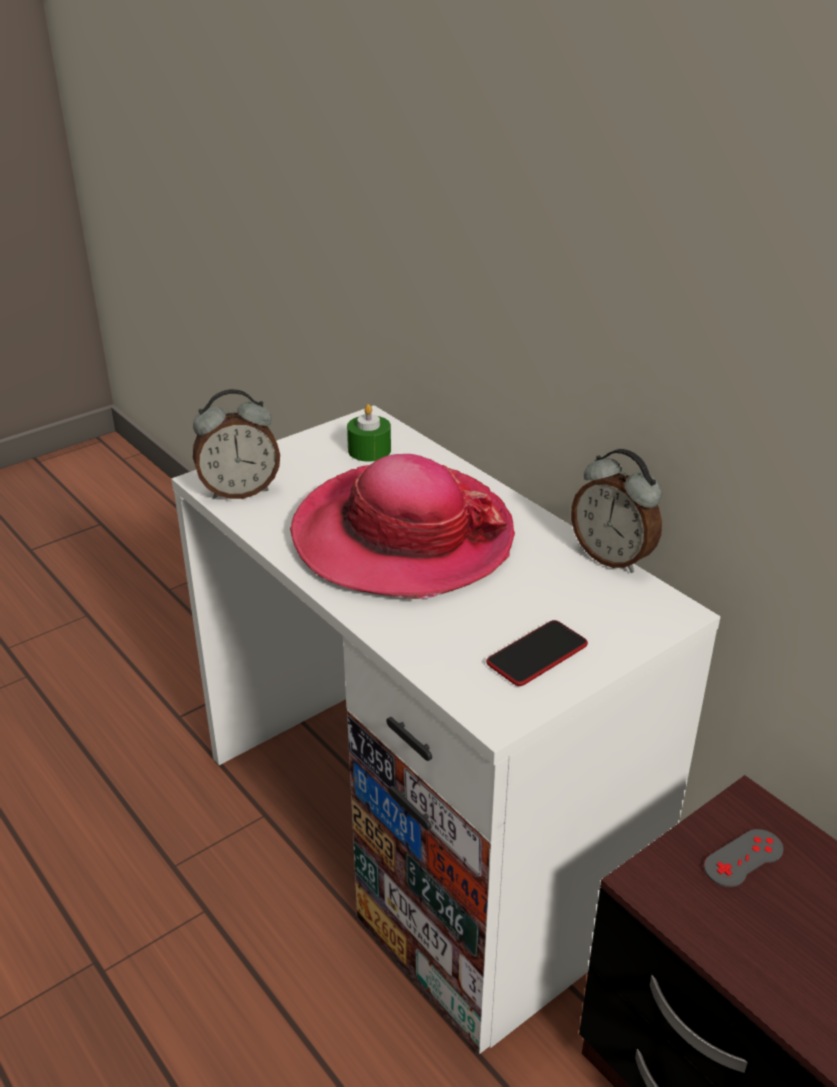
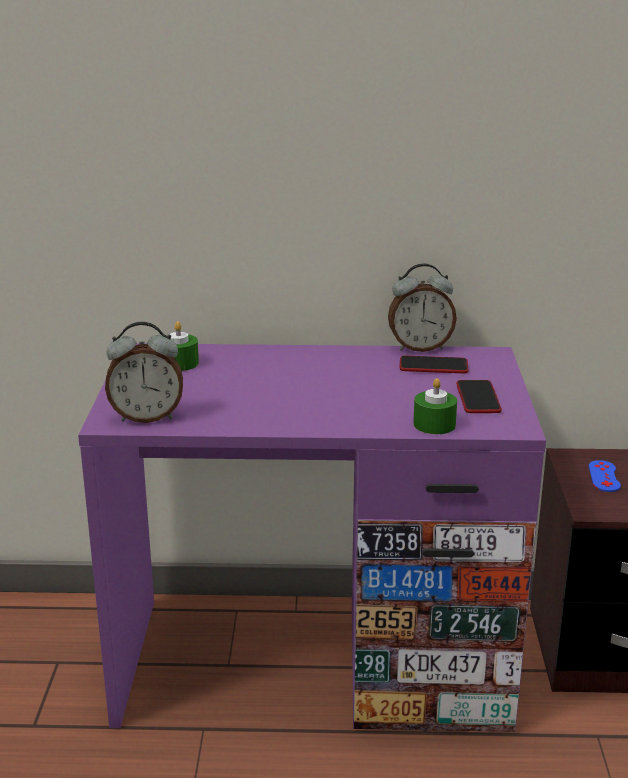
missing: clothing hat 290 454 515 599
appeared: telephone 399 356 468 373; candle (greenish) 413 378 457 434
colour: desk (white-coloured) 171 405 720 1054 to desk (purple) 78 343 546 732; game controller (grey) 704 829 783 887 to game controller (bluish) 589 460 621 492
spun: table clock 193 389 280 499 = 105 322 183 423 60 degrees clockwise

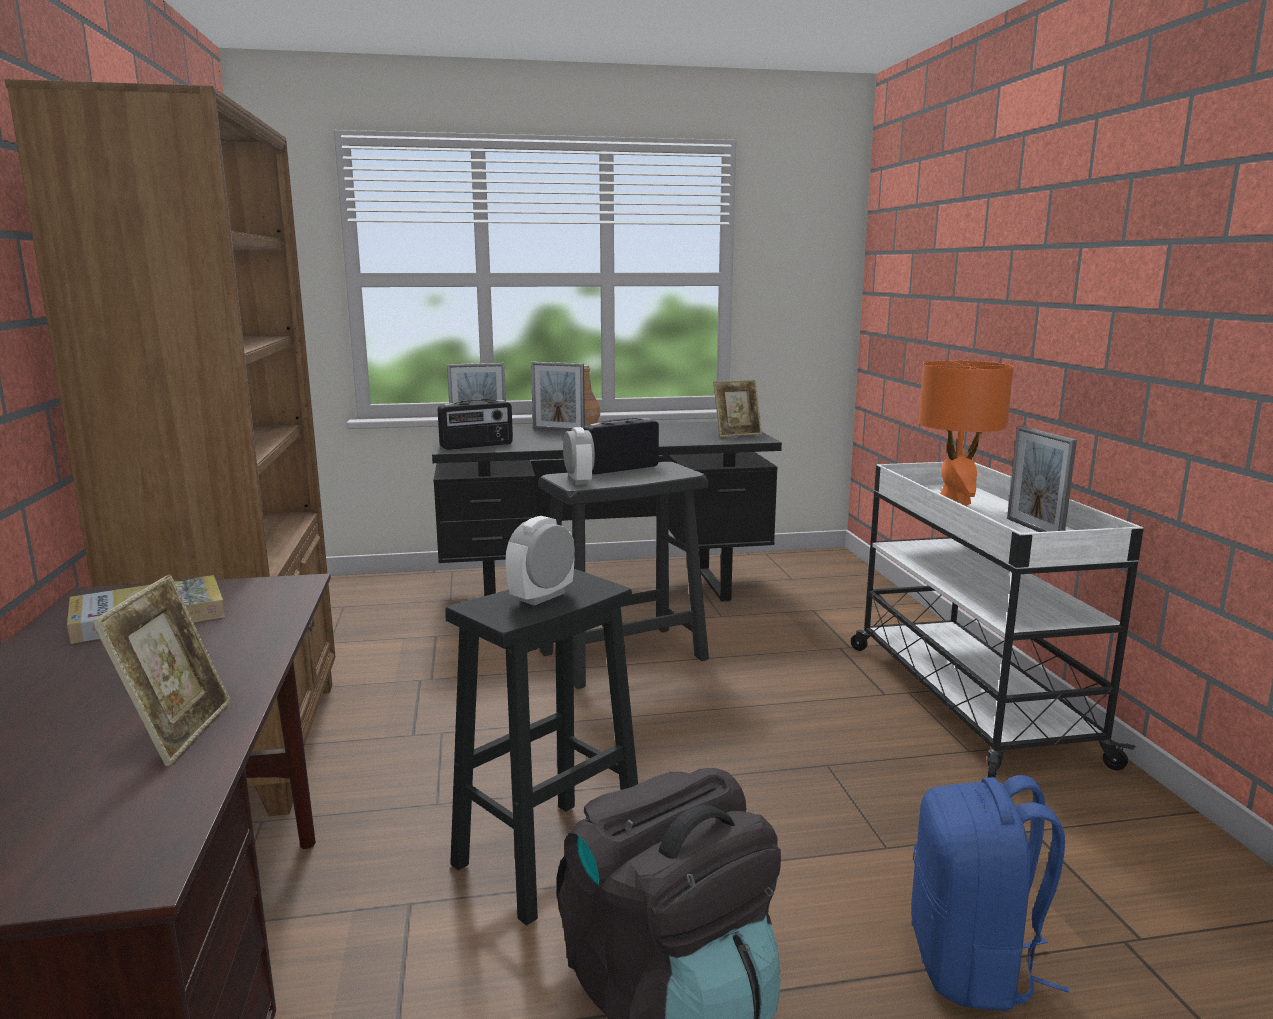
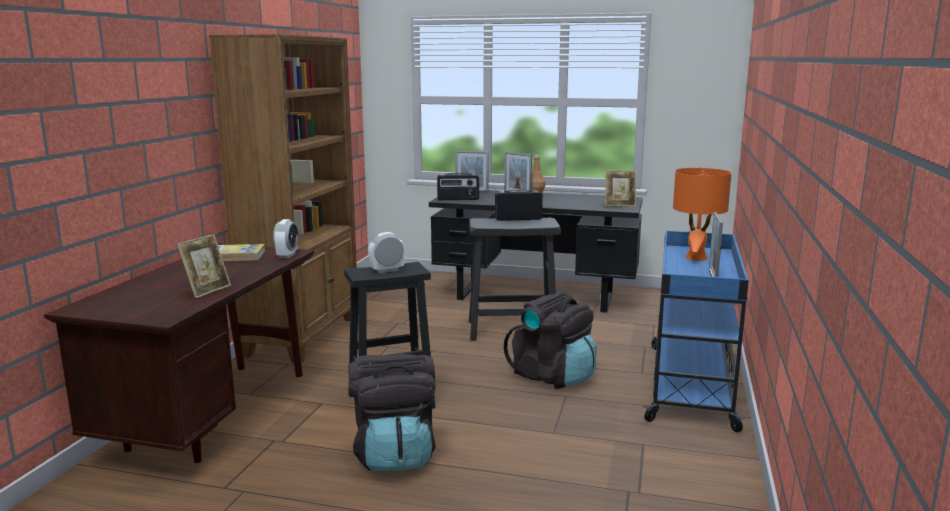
missing: rucksack (bluish) 911 775 1069 1011
appeared: rucksack (blackish) 504 292 597 389
relocated: table clock 563 427 595 485 to 273 219 299 259
colour: wheeled cart (white-coloured) 851 462 1144 778 to wheeled cart (bluish) 643 231 749 432

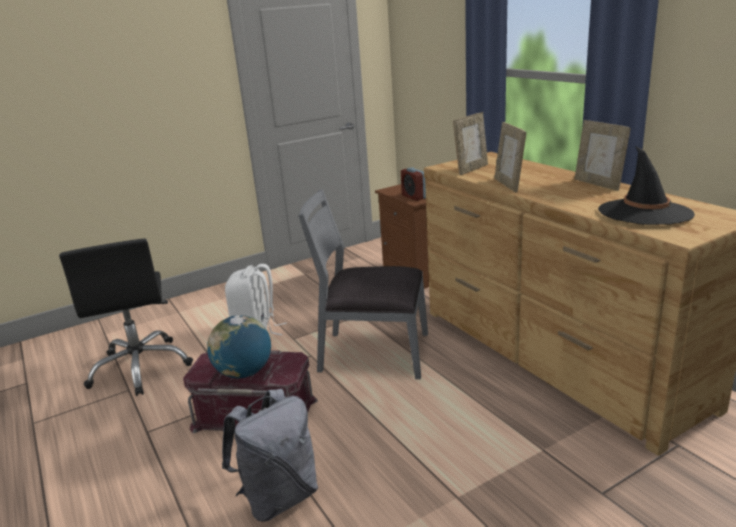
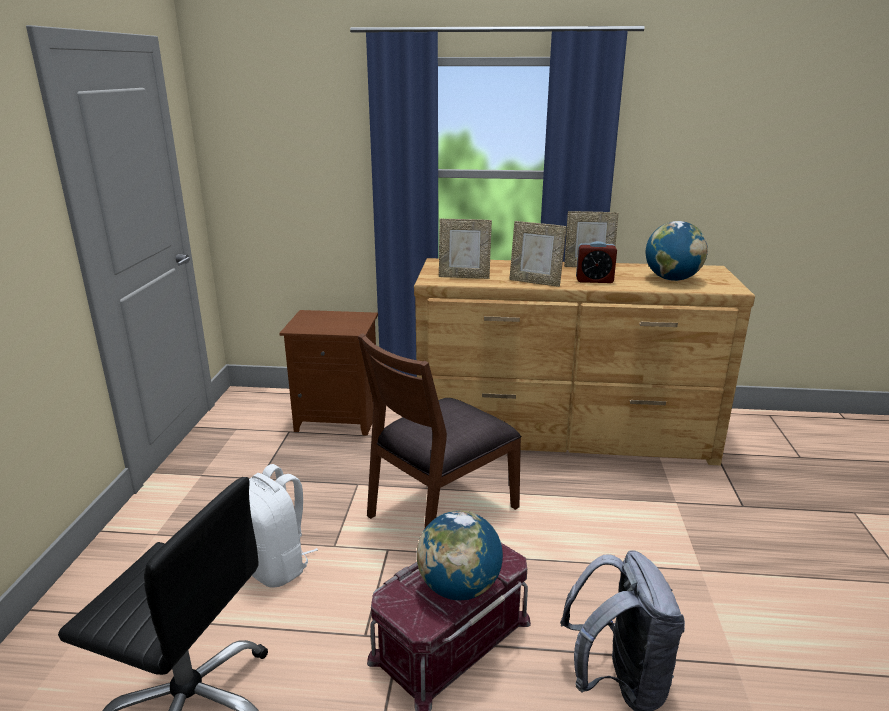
relocated: table clock 401 167 426 201 to 576 241 617 283
exchanged: clothing hat (blackish) 598 146 695 225 to globe 646 221 708 281
colour: upright chair (grey) 298 189 428 379 to upright chair (brown) 358 333 521 529
spun: picture frame 453 112 488 175 = 439 219 492 279 105 degrees clockwise

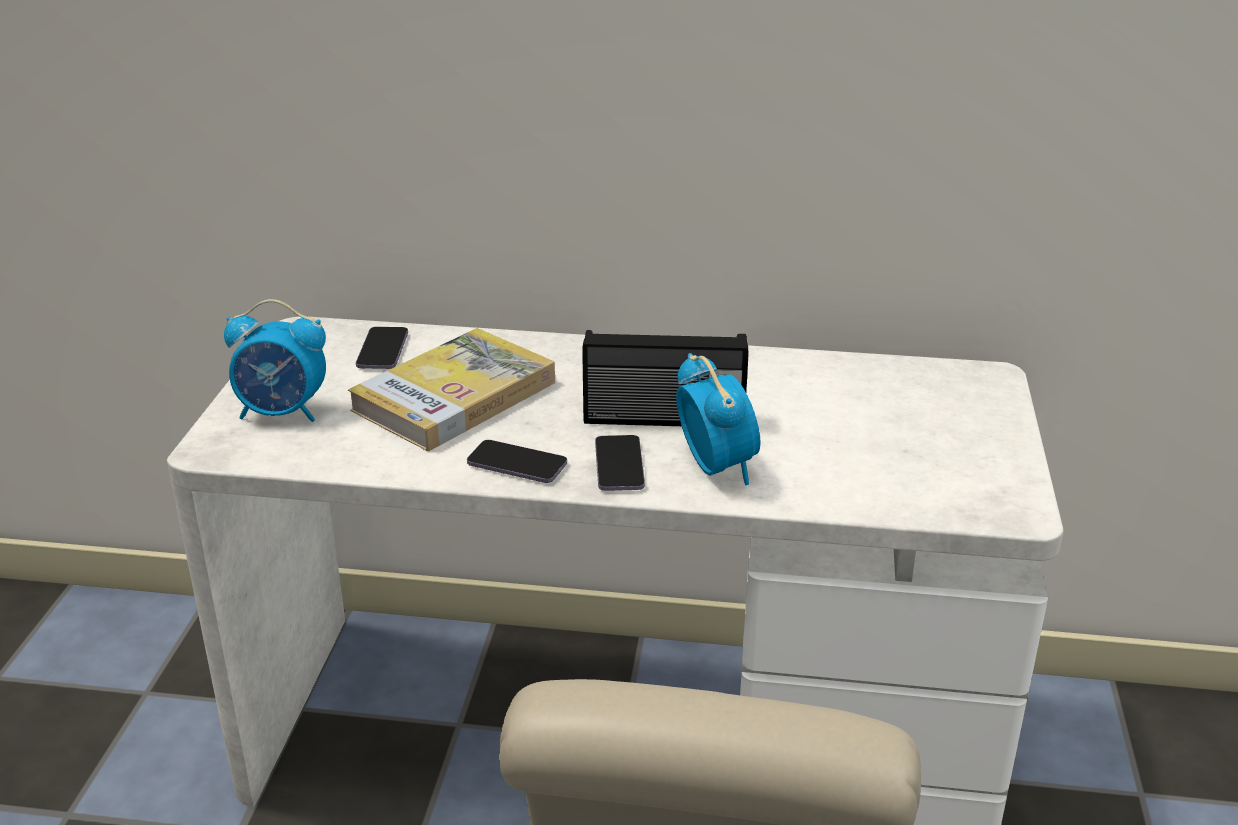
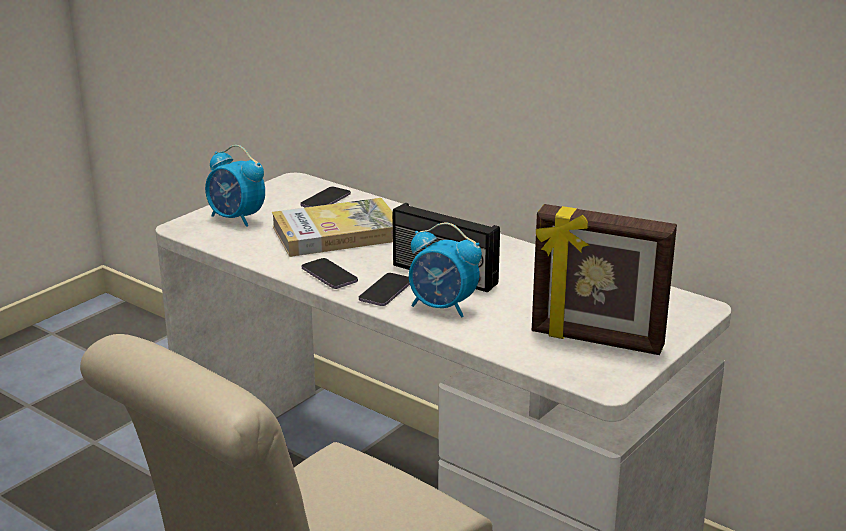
appeared: picture frame 532 204 677 355
spun: table clock 676 353 761 485 = 409 222 482 317 105 degrees clockwise

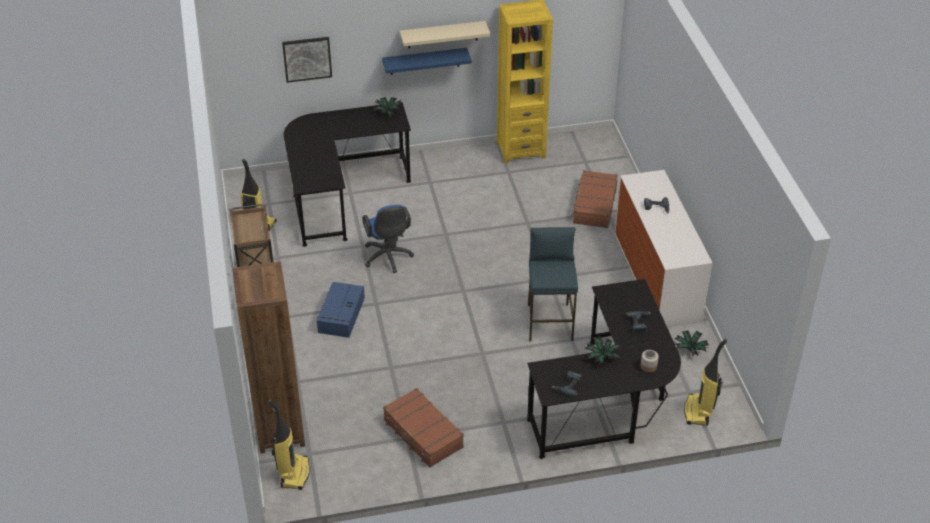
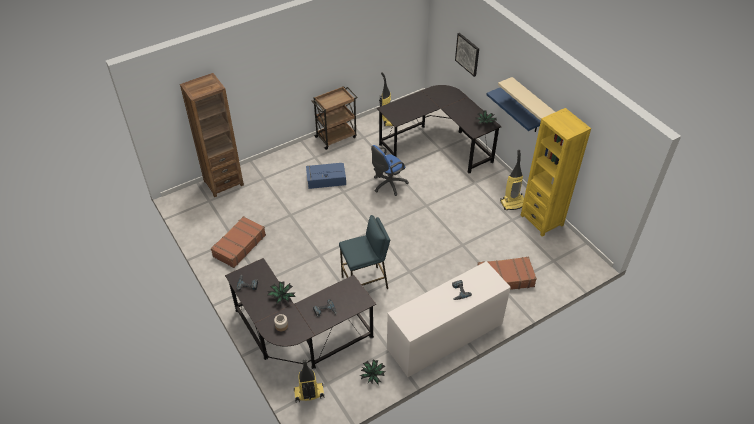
relocated: vacuum cleaner 268 399 310 490 to 500 150 524 210

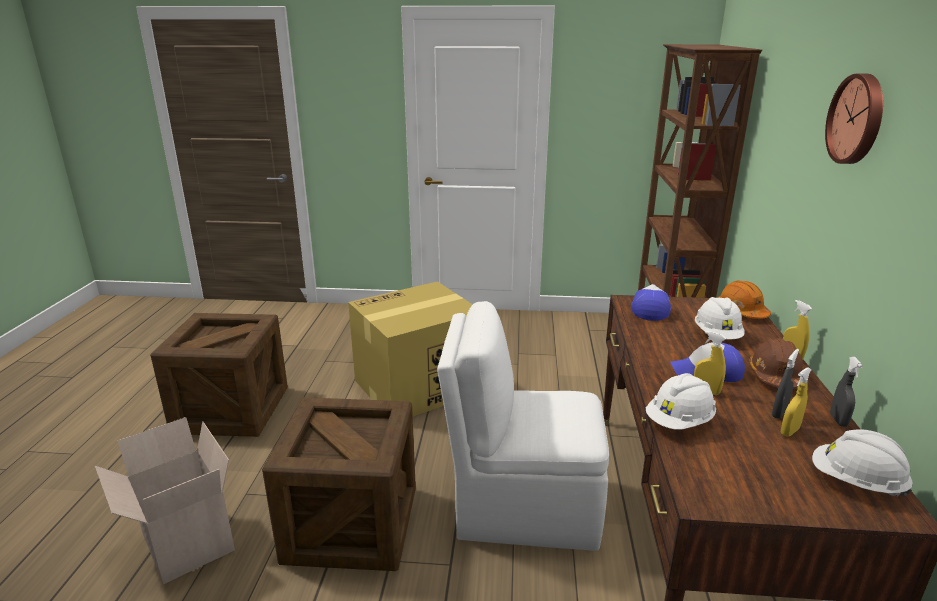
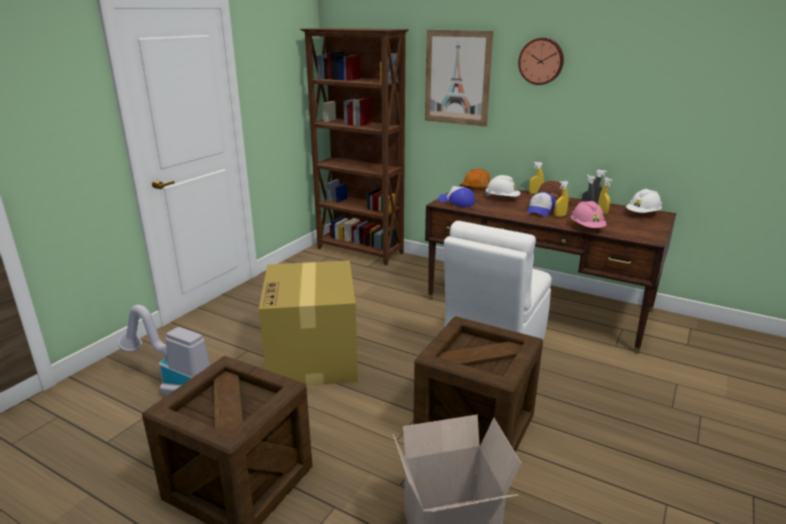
appeared: vacuum cleaner 118 305 210 396; wall picture 425 30 494 127
colour: hard hat (white-coloured) 646 373 716 430 to hard hat (pink-coloured) 571 201 607 228

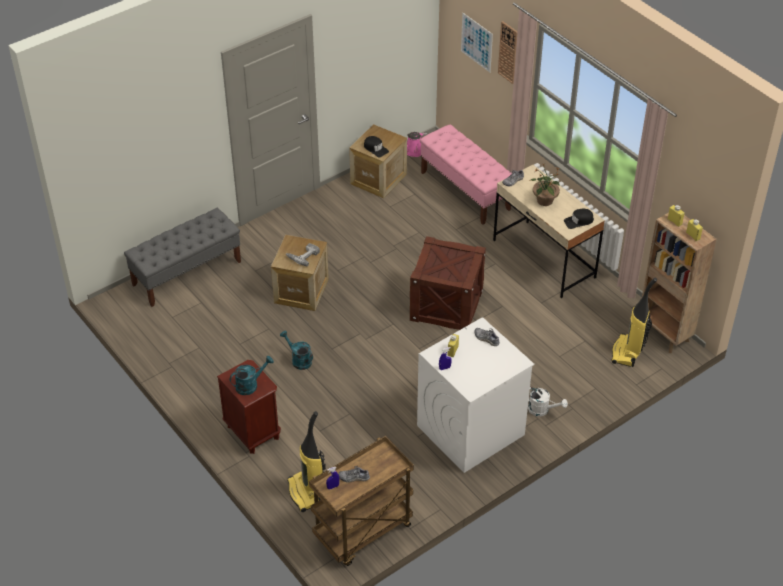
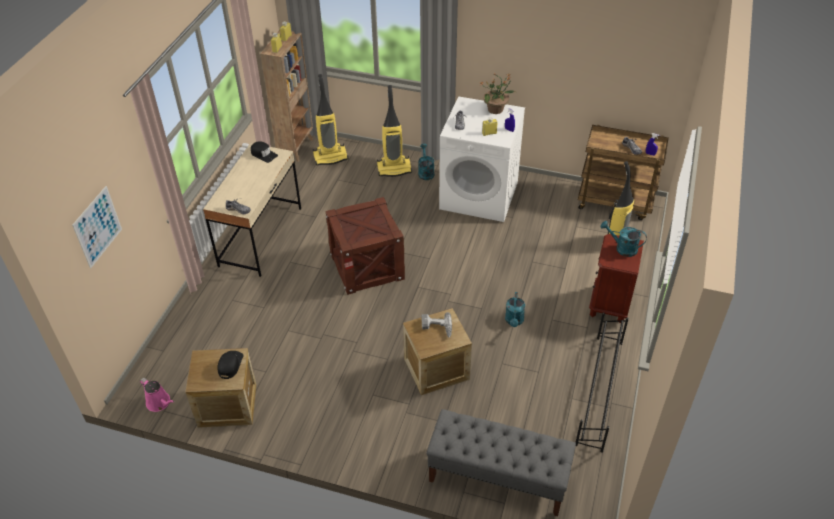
missing: bench (pink-coloured) 420 124 512 225; hanging clock 498 21 518 84
appeared: vacuum cleaner 377 85 412 177; shoe shelf (blackish) 575 312 629 453
relocated: plant in a pot 530 163 560 206 to 481 73 516 114
colour: sprinkling can (white-coloured) 528 387 568 417 to sprinkling can (turquoise) 418 144 434 180

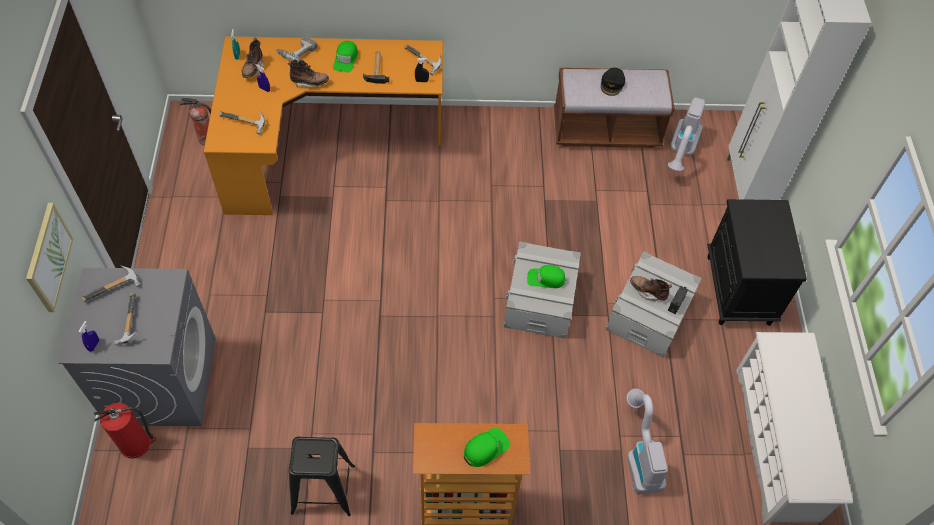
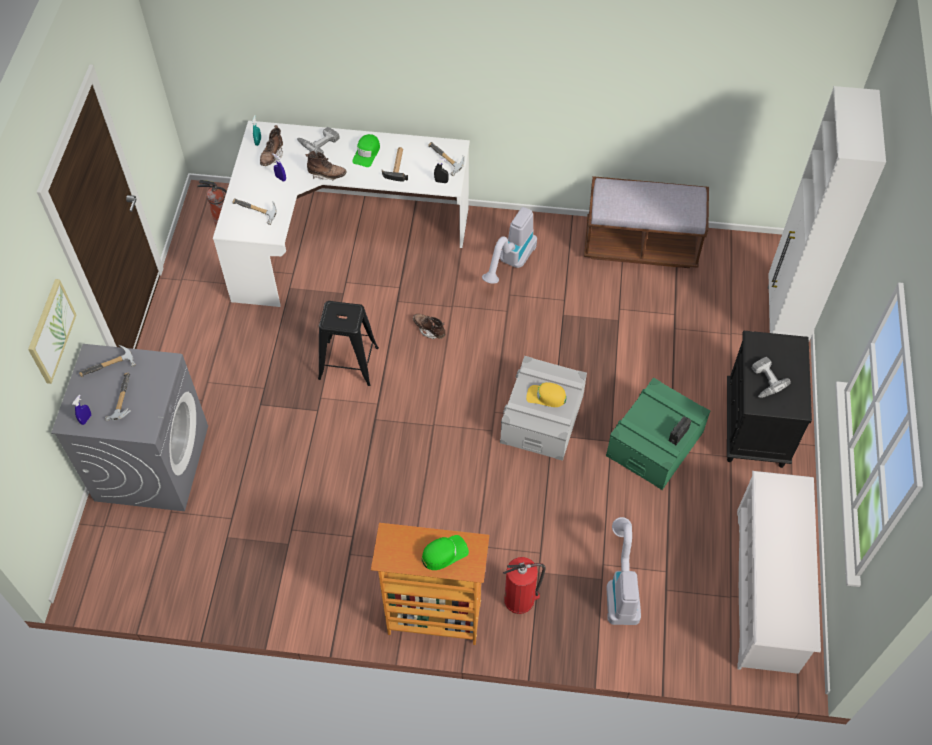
missing: cap (blackish) 601 68 625 96
appeared: electric drill 751 357 791 398
relocated: fire-fighting cylinder 94 403 156 459 to 503 557 546 614; sitting stool (blackish) 289 437 355 516 to 318 301 379 386; tall boot (brown) 630 276 672 302 to 413 314 446 339; vacuum cleaner 668 97 705 171 to 482 207 537 284
colour: desk (orangey) 204 36 443 215 to desk (white-coloured) 213 121 470 307; cap (greenish) 527 265 565 288 to cap (yellow-coloured) 526 382 566 407; storage box (grey) 606 252 702 358 to storage box (greenish) 606 377 710 490

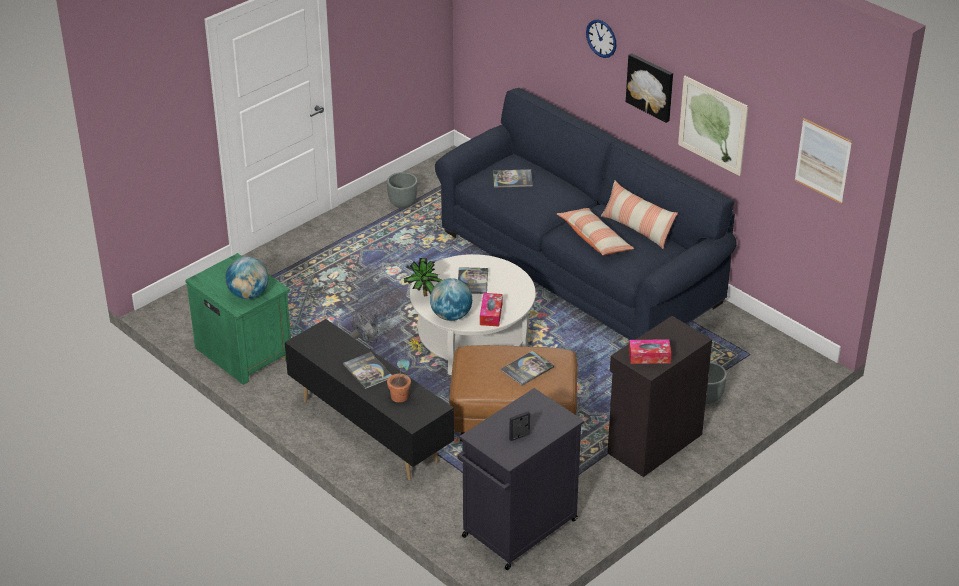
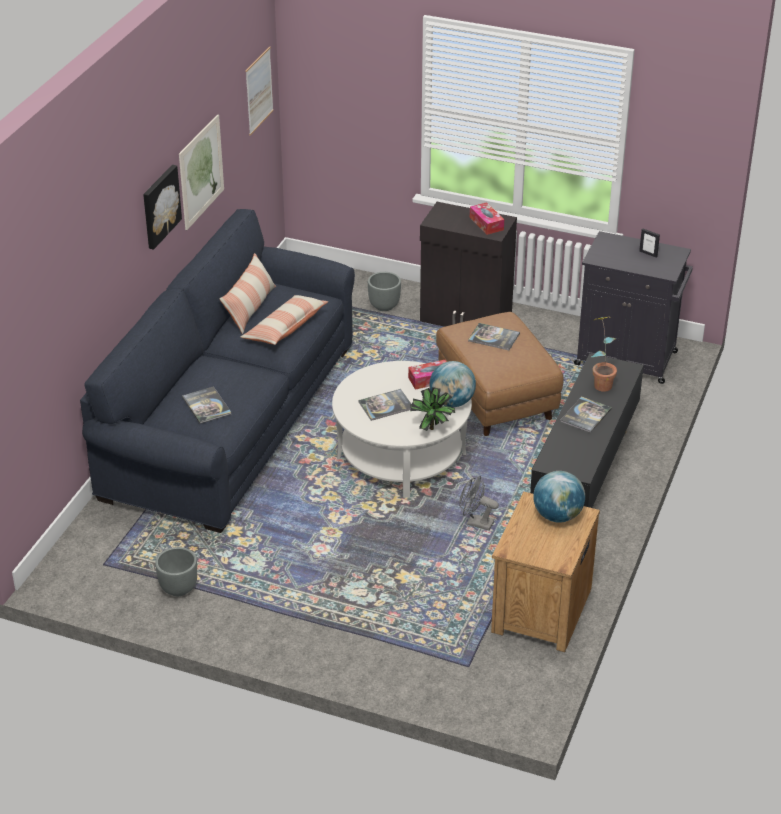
missing: hanging clock 586 19 616 58
colour: night table (greenish) 185 253 291 385 to night table (brown) 491 492 600 652

